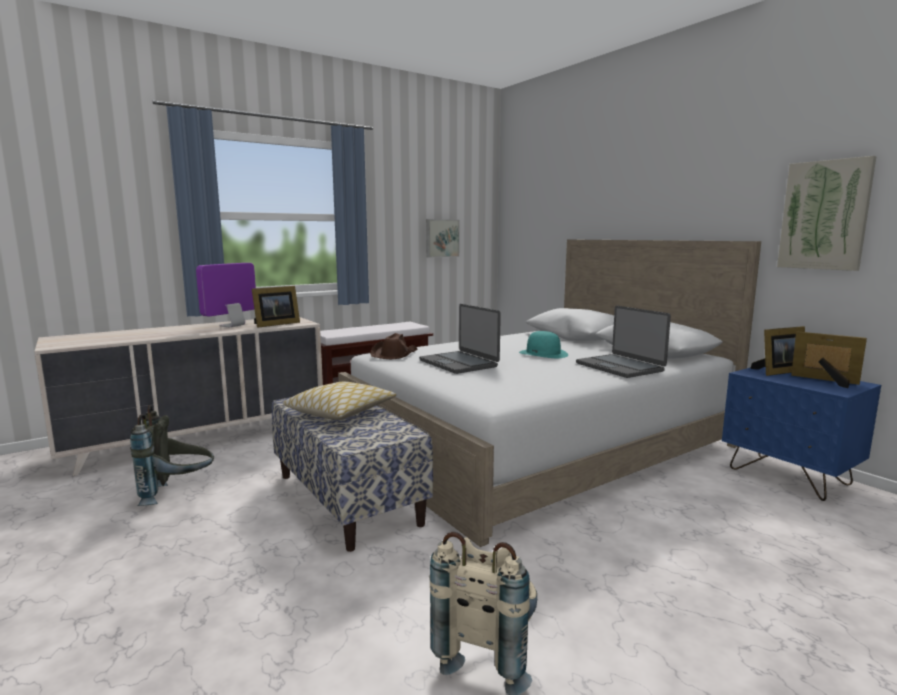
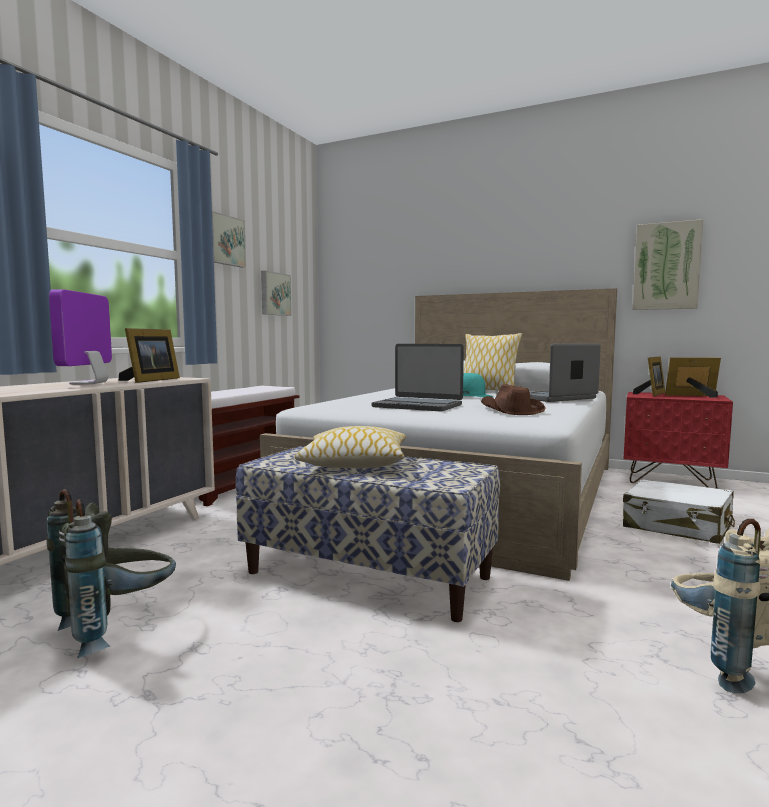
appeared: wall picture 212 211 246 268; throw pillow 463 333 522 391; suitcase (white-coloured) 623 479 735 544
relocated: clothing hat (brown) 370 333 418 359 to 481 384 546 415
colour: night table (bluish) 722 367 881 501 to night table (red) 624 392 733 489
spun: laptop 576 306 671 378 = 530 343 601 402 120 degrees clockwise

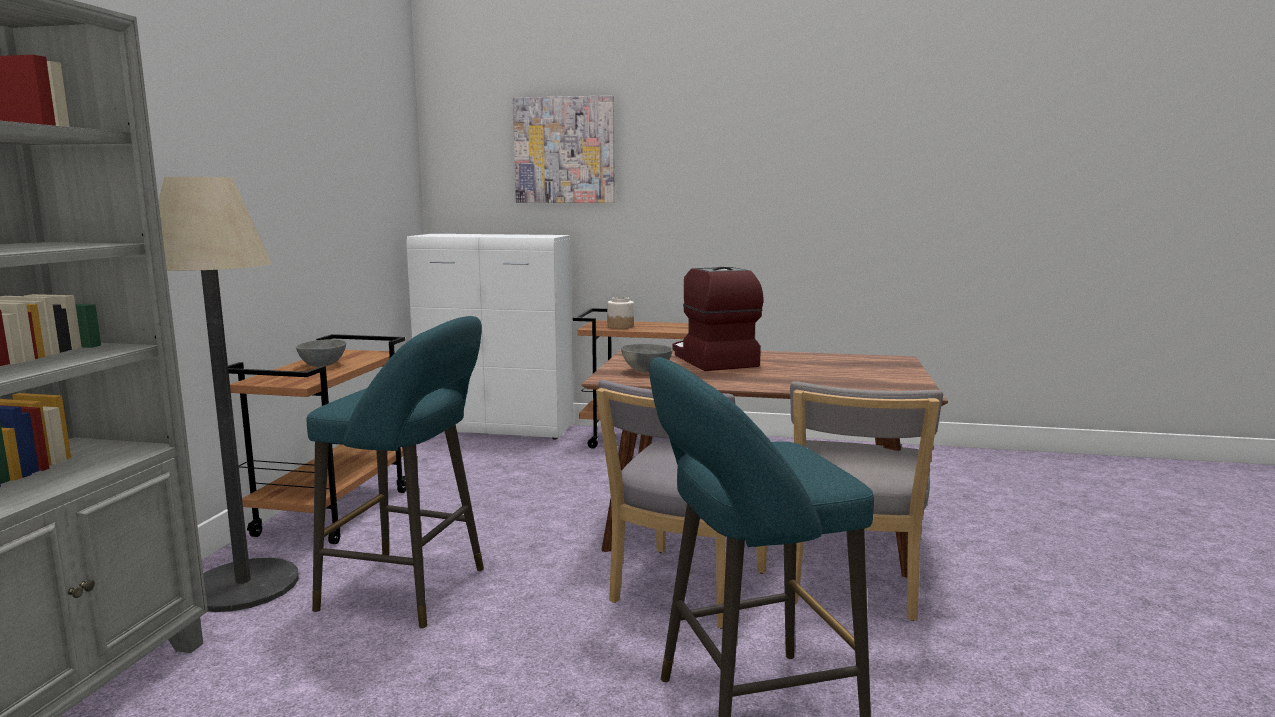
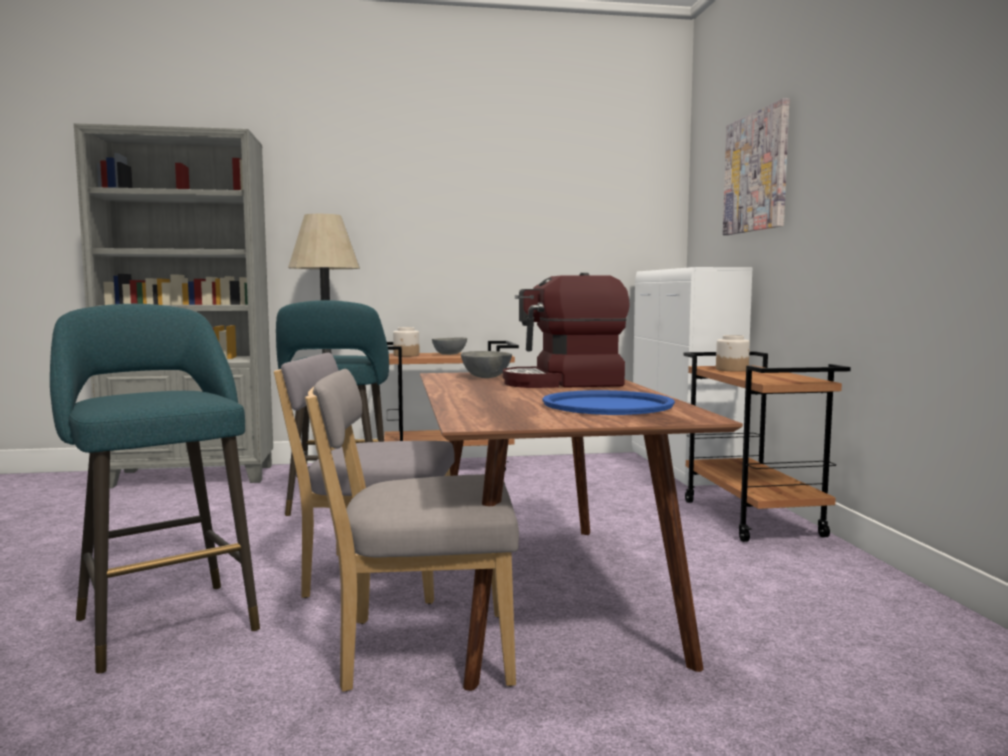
appeared: preserve jar 393 327 419 357; serving tray (bluish) 542 390 675 415
spun: coffee machine 673 267 763 371 = 503 273 630 388 150 degrees counterclockwise

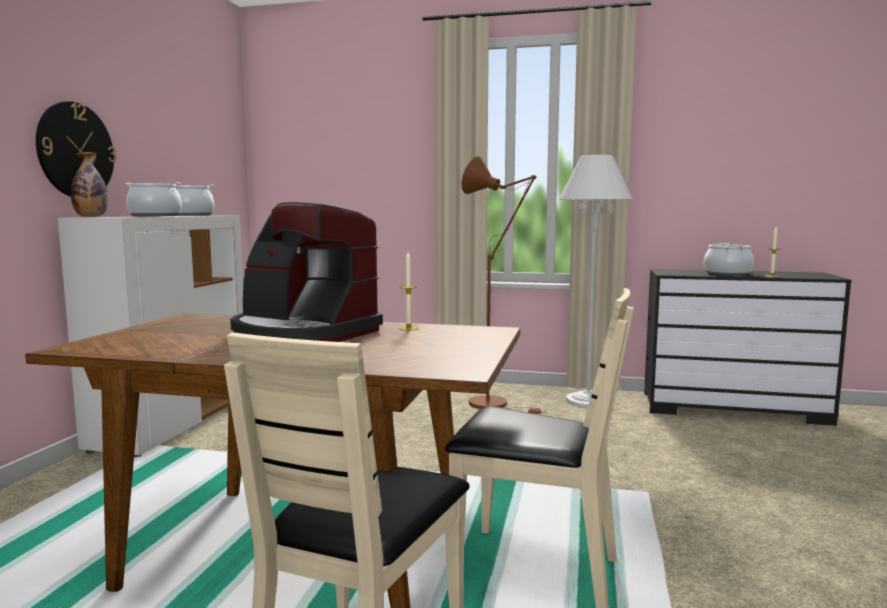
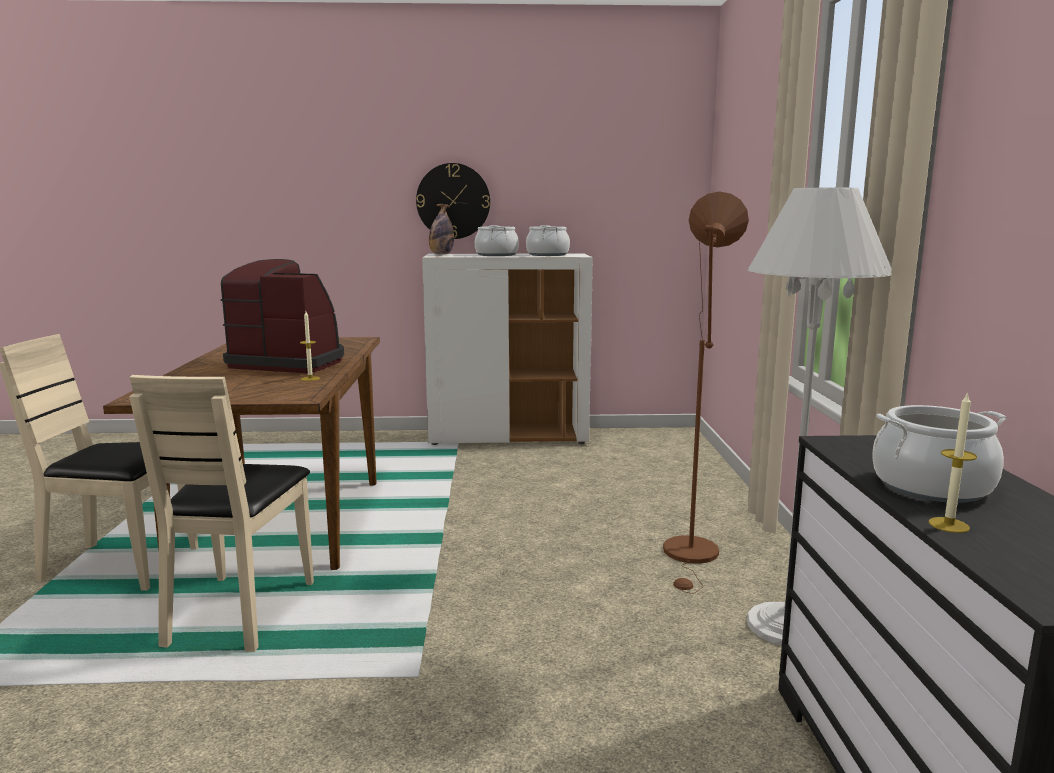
spun: coffee machine 230 202 383 342 = 220 259 344 373 90 degrees clockwise

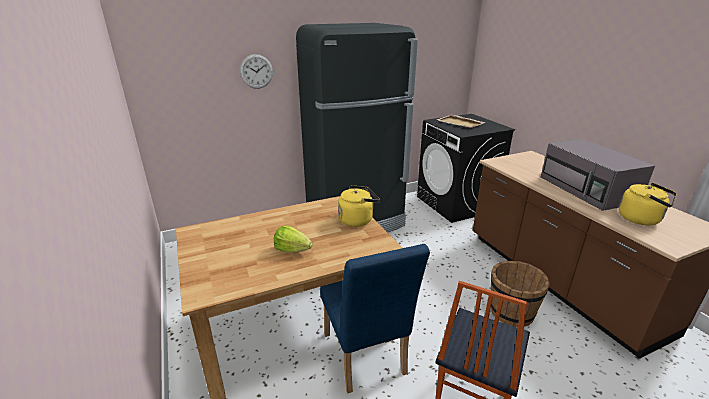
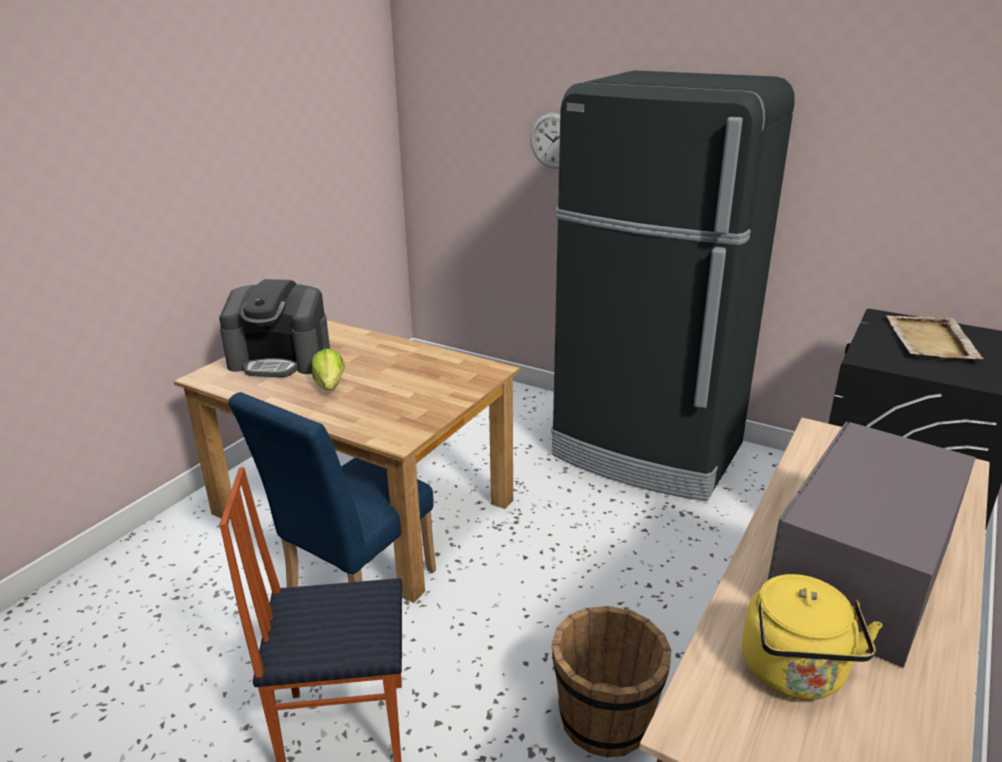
missing: water kettle (yellow-coloured) 338 186 380 227
appeared: coffee machine 219 279 330 377

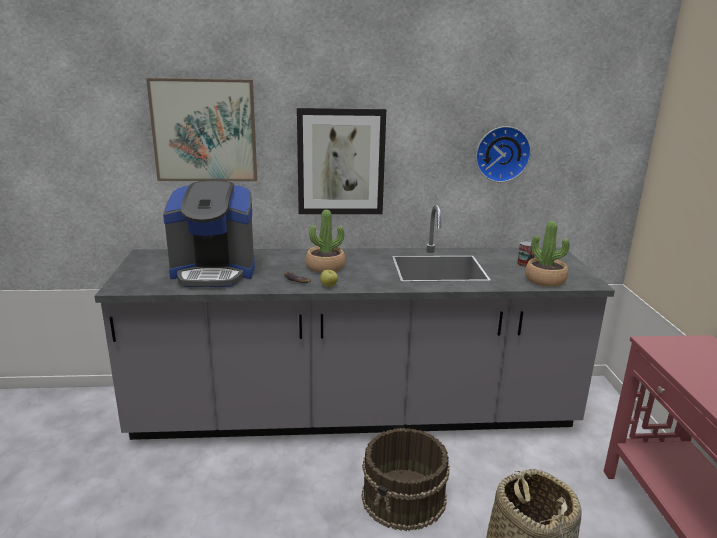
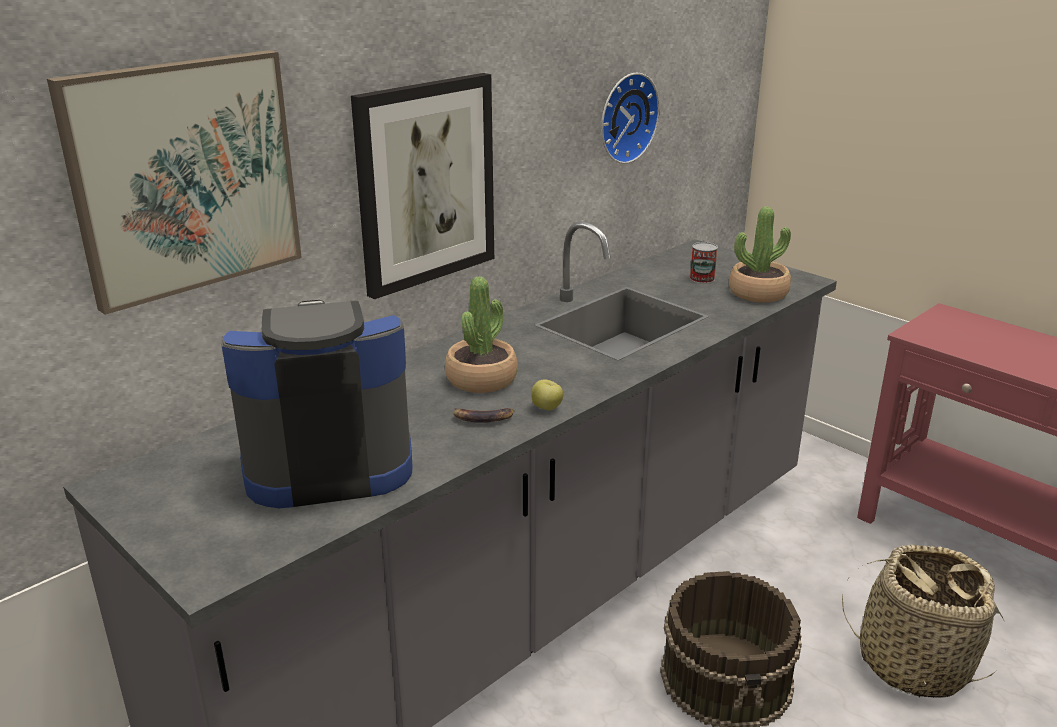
spun: coffee machine 163 180 255 287 = 221 300 412 508 150 degrees counterclockwise

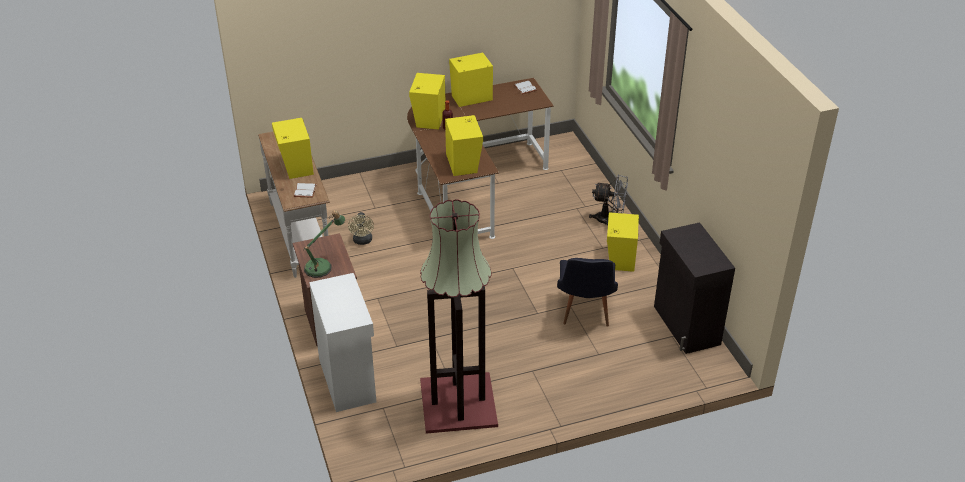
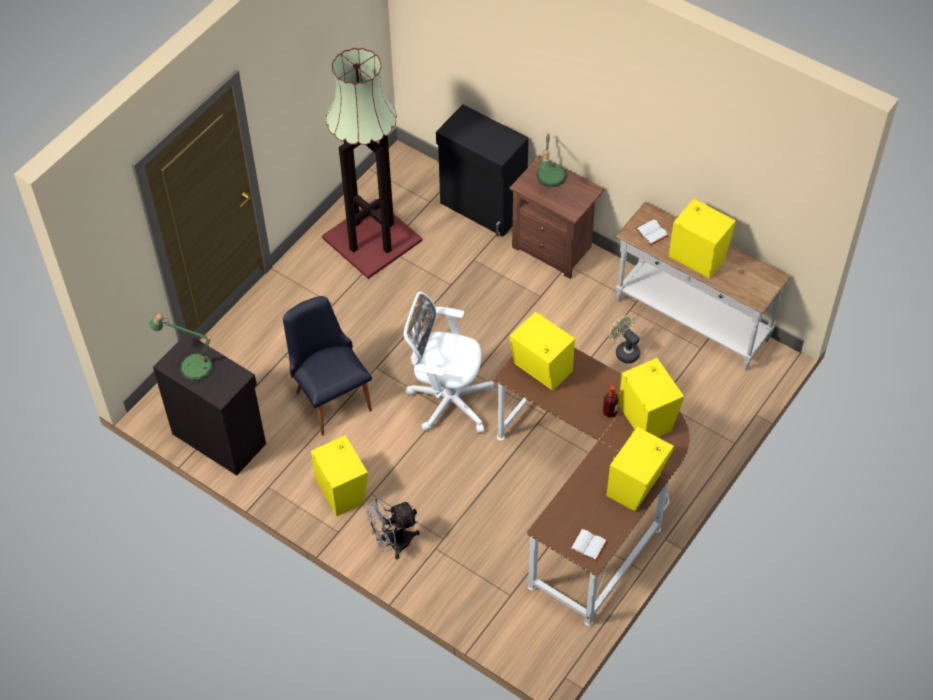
appeared: lamp for a table 149 313 214 381; office chair (white-coloured) 404 292 494 433
colour: cupboard (white-coloured) 309 273 376 412 to cupboard (blackish) 436 104 529 237

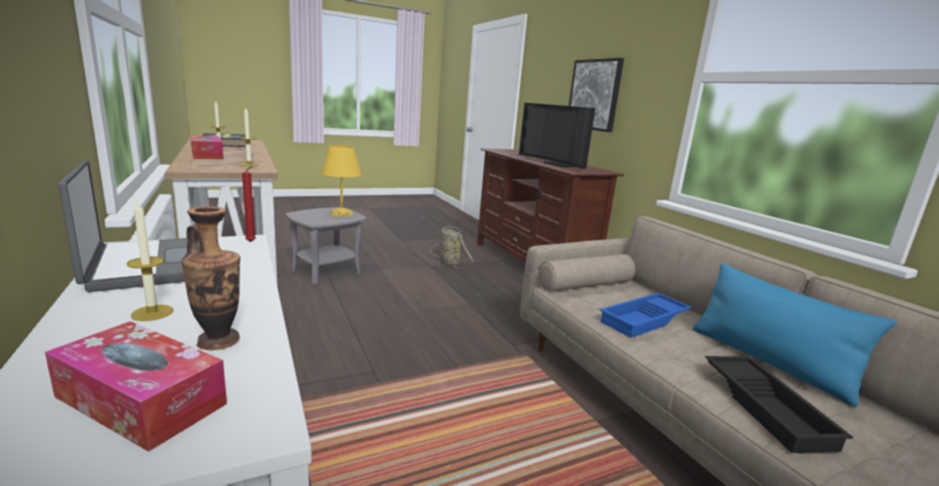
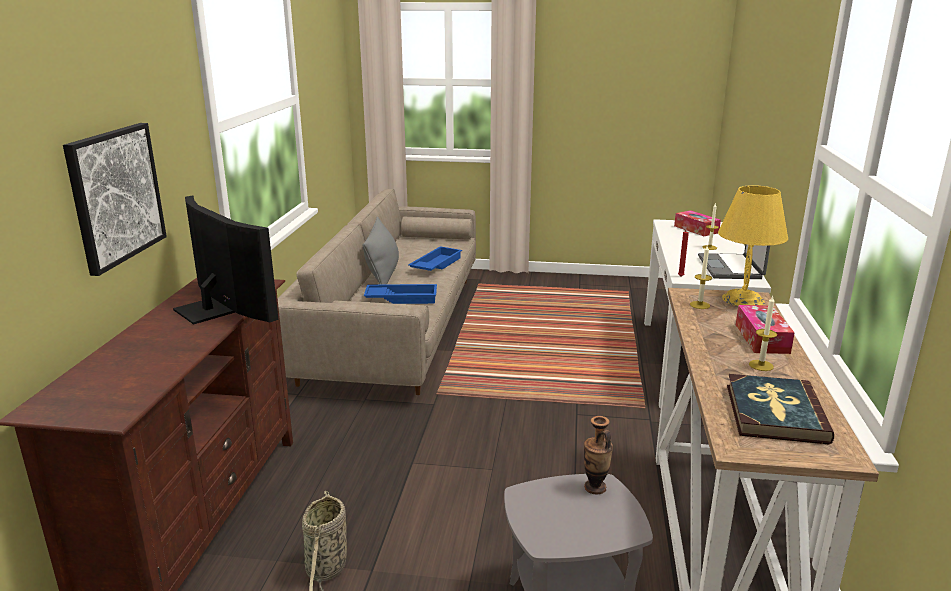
relocated: flower vase 181 206 240 350 to 584 416 613 494; lamp for a table (yellow-coloured) 321 145 362 217 to 718 185 788 306
colour: throw pillow (bluish) 693 263 896 407 to throw pillow (grey) 362 217 399 285; serving tray (blackish) 705 356 853 453 to serving tray (bluish) 408 246 462 271
spun: TV set 519 103 595 169 = 173 195 278 325 45 degrees counterclockwise

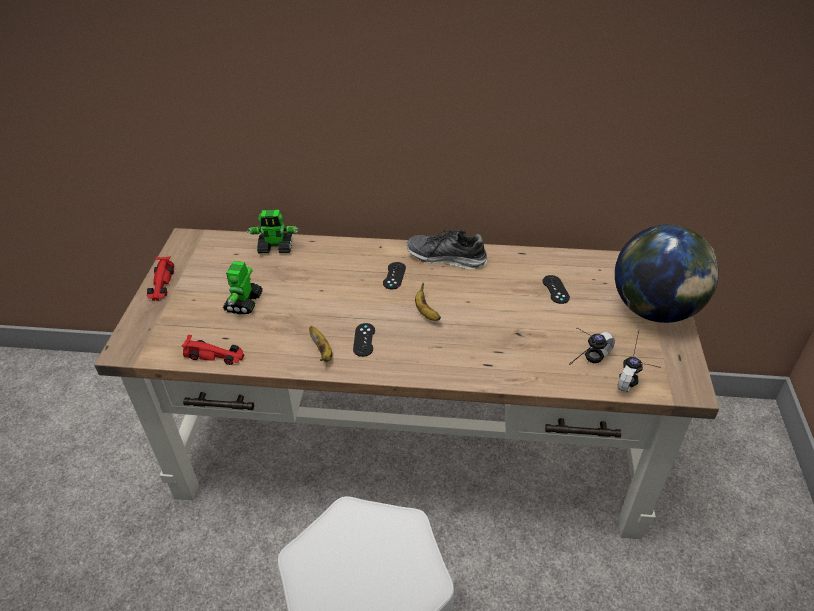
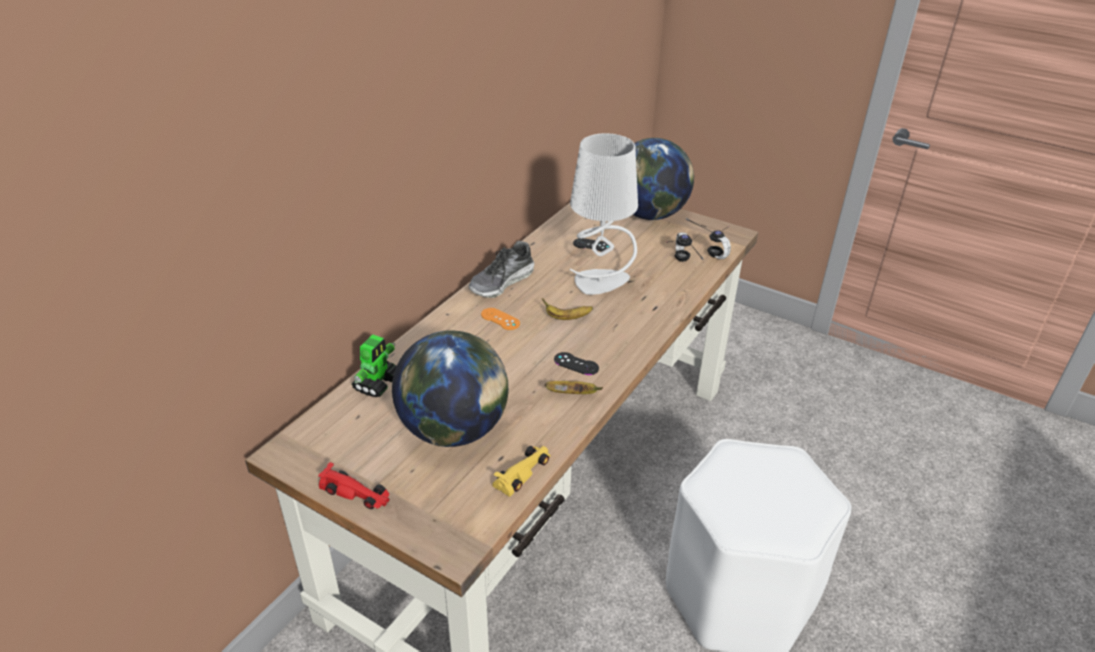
appeared: lamp for a table (grey) 570 133 638 295
exchanged: toy robot 223 261 263 314 to globe 392 330 509 447
colour: model car (red) 182 335 244 365 to model car (yellow-coloured) 493 446 551 497; game controller (blackish) 383 262 406 289 to game controller (orangey) 481 308 520 330

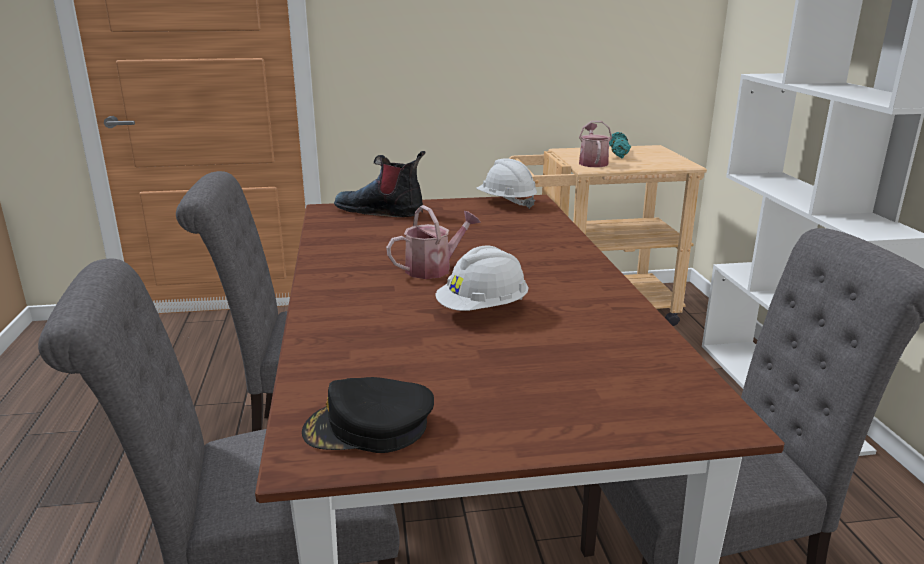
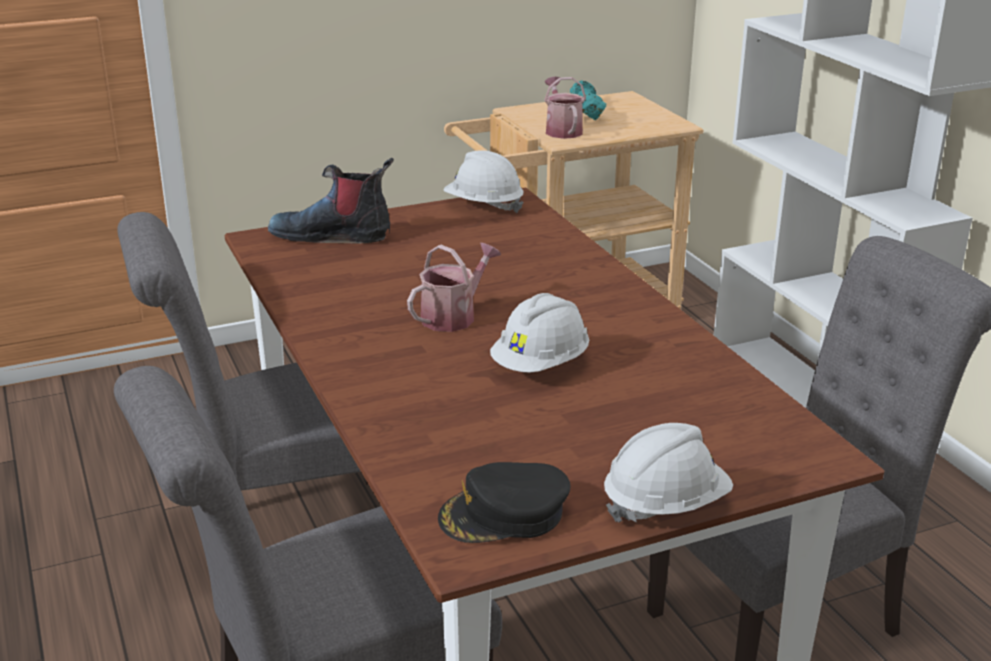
appeared: hard hat (white-coloured) 604 423 733 523

